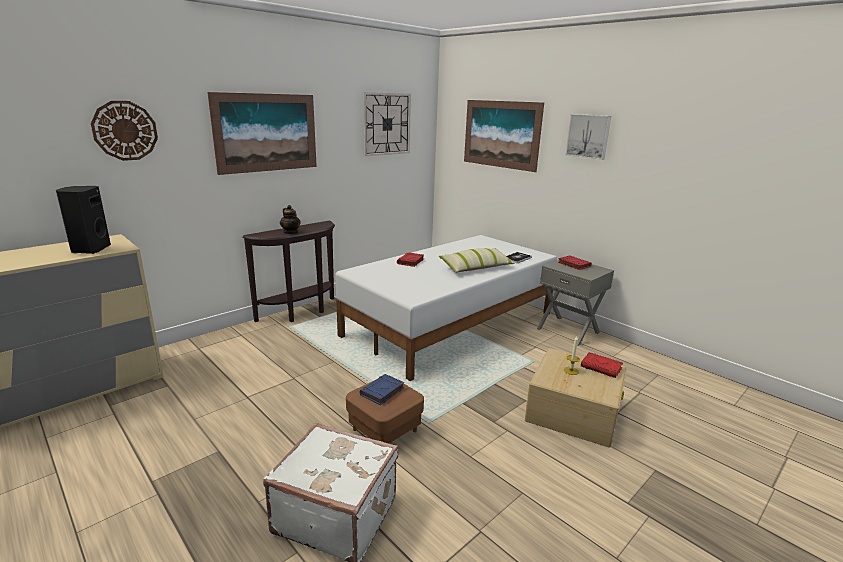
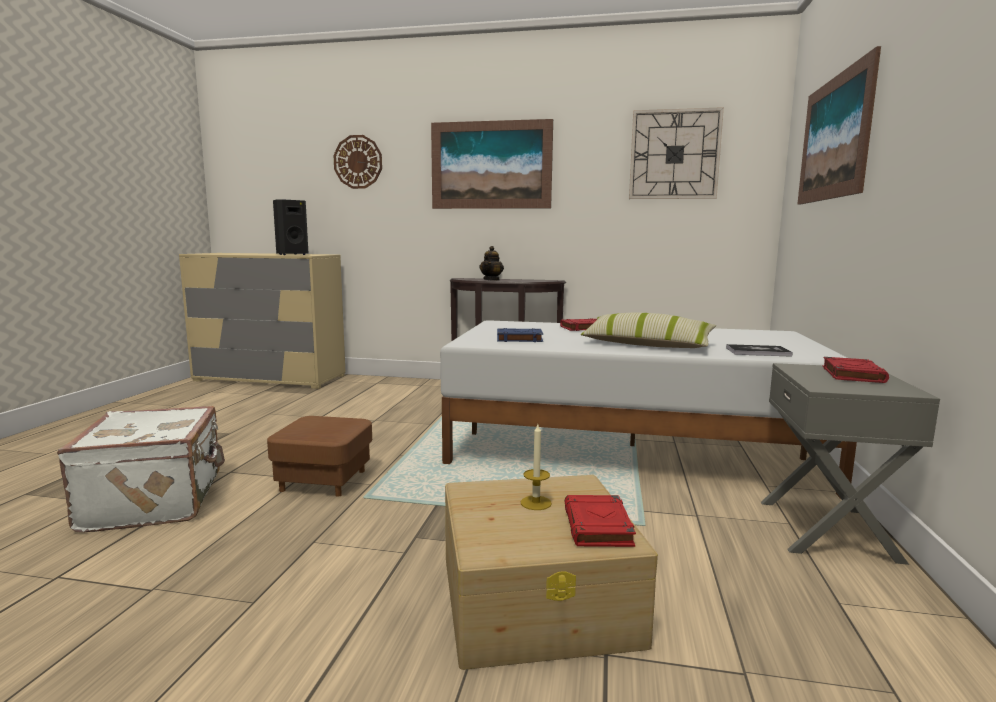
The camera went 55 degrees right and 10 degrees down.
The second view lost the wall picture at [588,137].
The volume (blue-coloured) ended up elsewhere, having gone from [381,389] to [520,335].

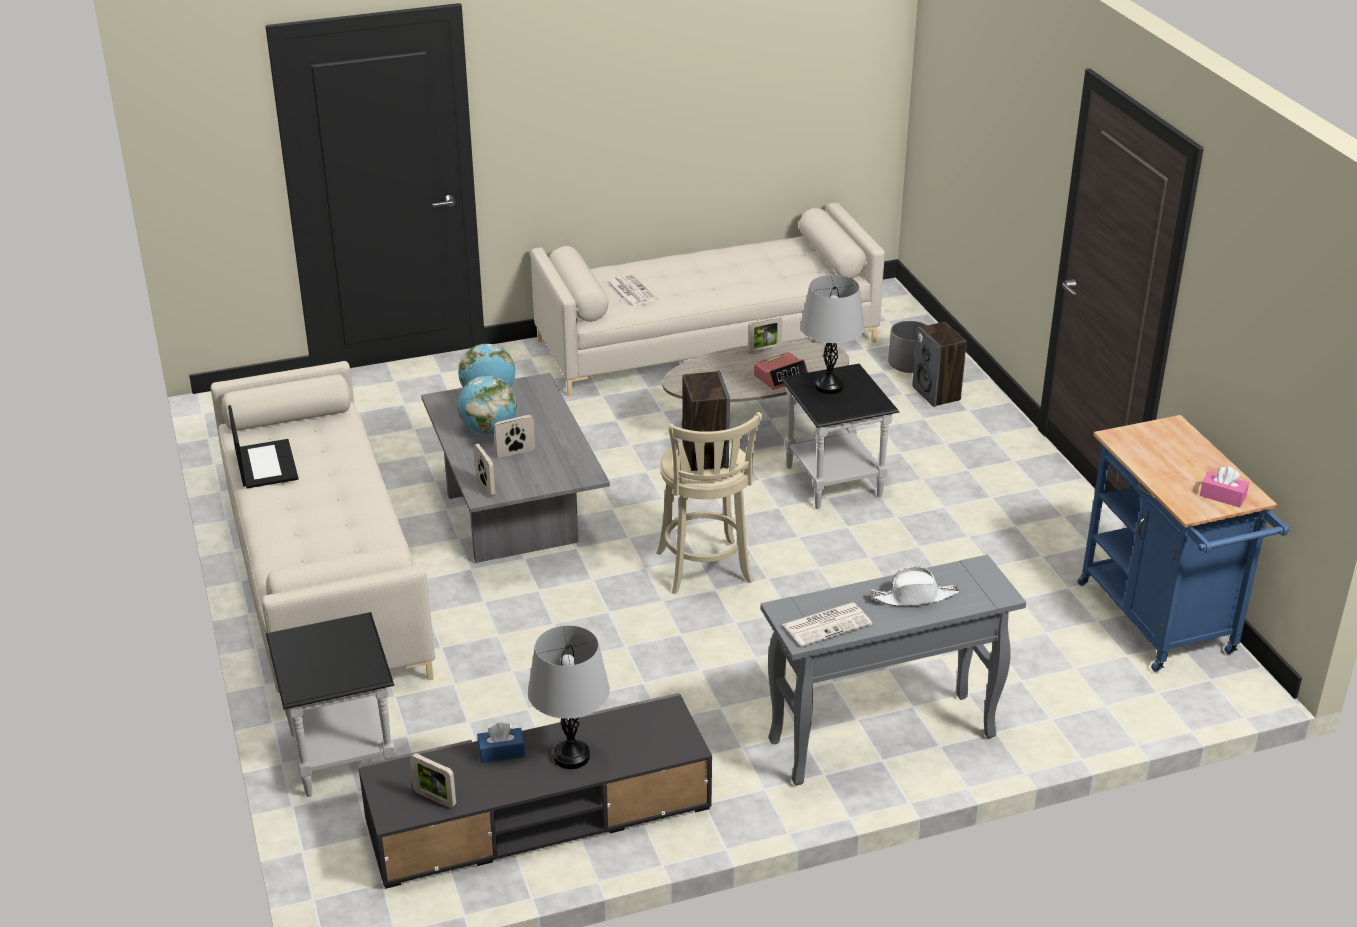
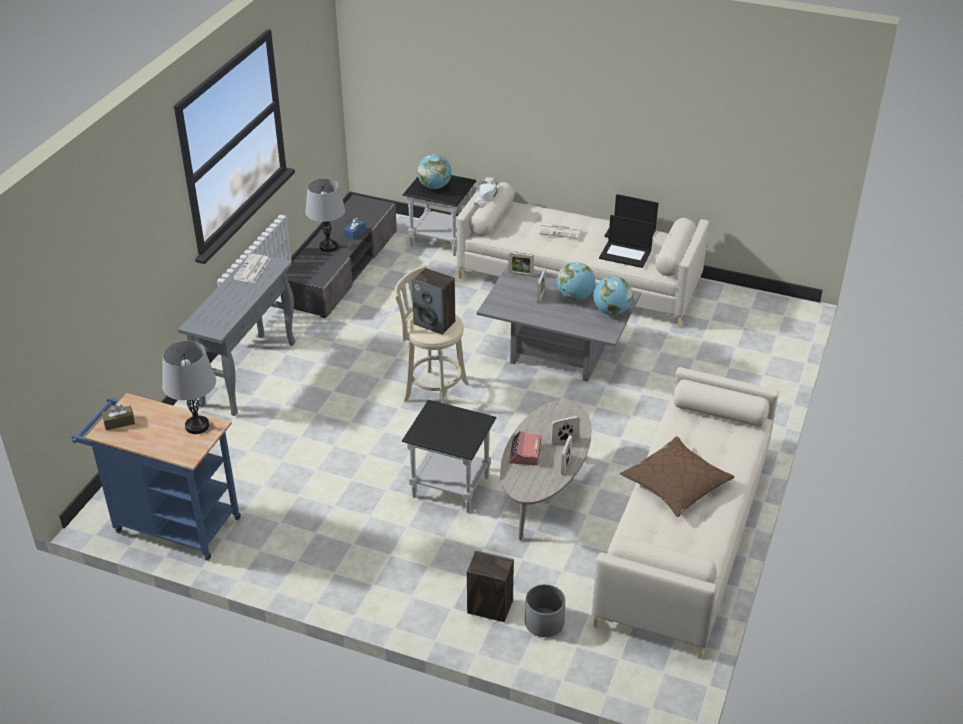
The camera went 130 degrees right and 5 degrees up.
The daily paper ended up elsewhere, having gone from [631,290] to [559,231].
The lamp for a table (gray) ended up elsewhere, having gone from [832,334] to [189,387].
What was the tissue box (pinkish) at [1224,486] turned into the tissue box (brown) at [118,417].
The wearable hat (white) ended up elsewhere, having gone from [915,586] to [486,193].
The picture frame ended up elsewhere, having gone from [433,780] to [565,430].
The second view gained the desk globe at [434,171].
The second view gained the portable computer at [626,241].
The second view gained the pillow (brown) at [677,476].

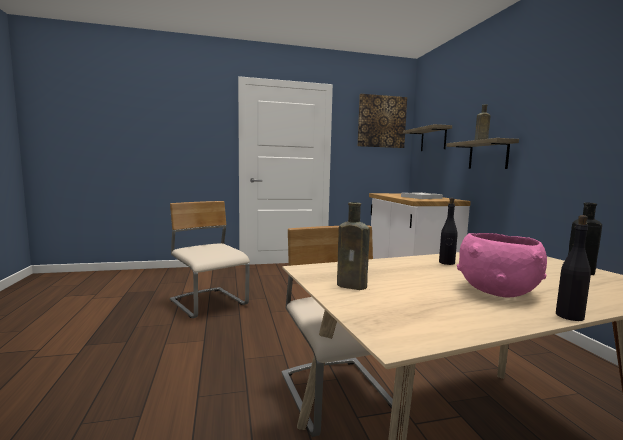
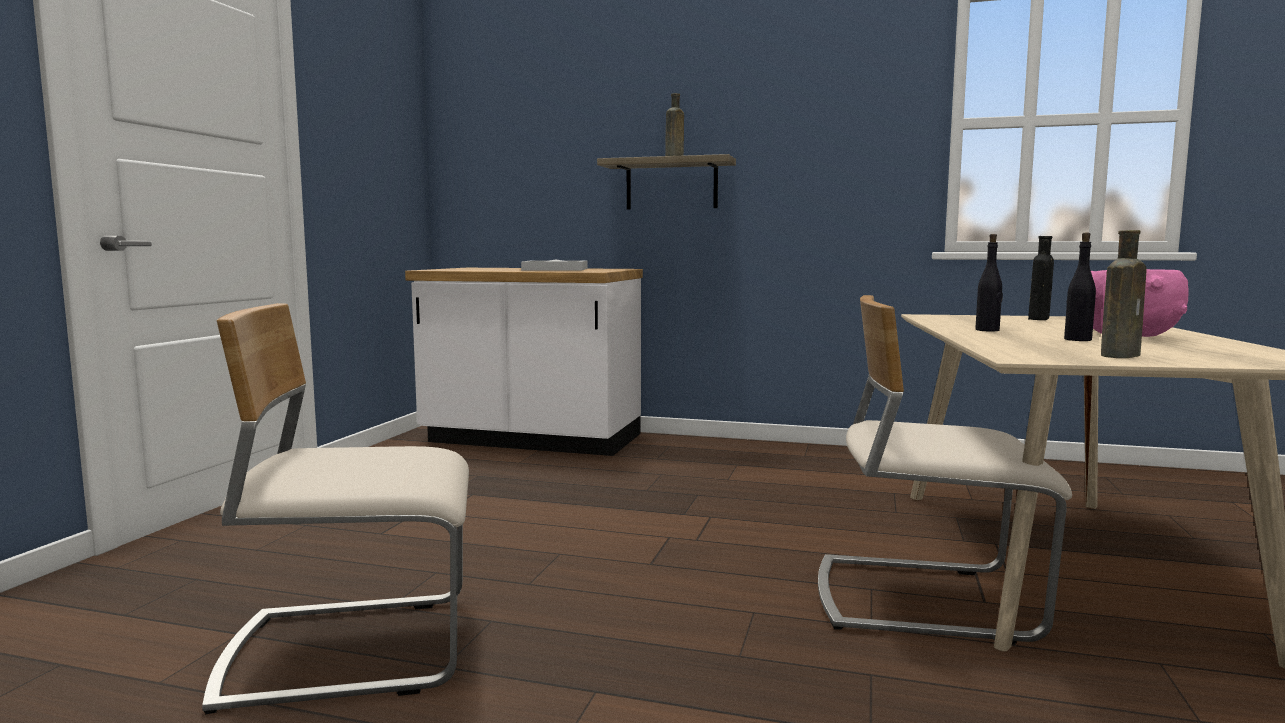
The camera went 60 degrees left and 0 degrees up.
The second view lost the wall picture at [382,121].
The second view lost the wall shelf at [427,137].
The beverage bottle (blackish) ended up elsewhere, having gone from [573,268] to [1080,287].

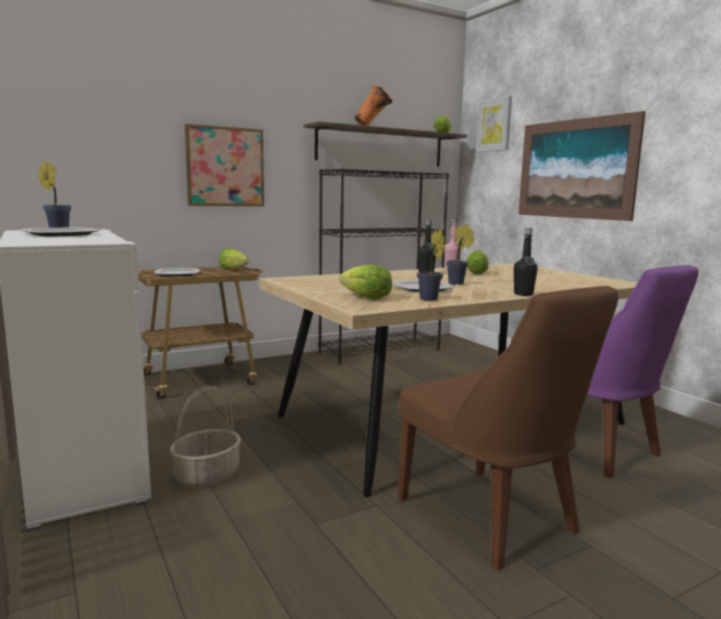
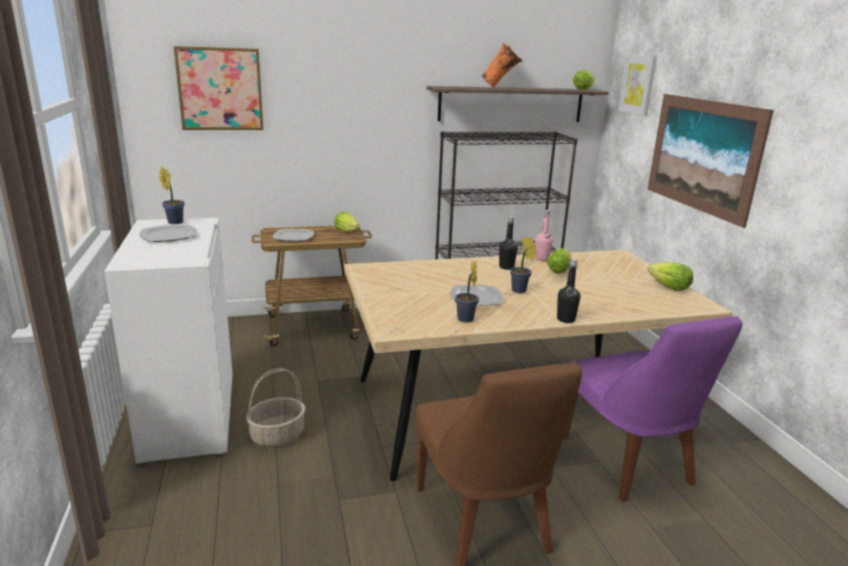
The camera went 15 degrees right and 10 degrees up.
The wall picture ended up elsewhere, having gone from [224,165] to [218,88].
The lettuce head ended up elsewhere, having gone from [365,282] to [670,276].

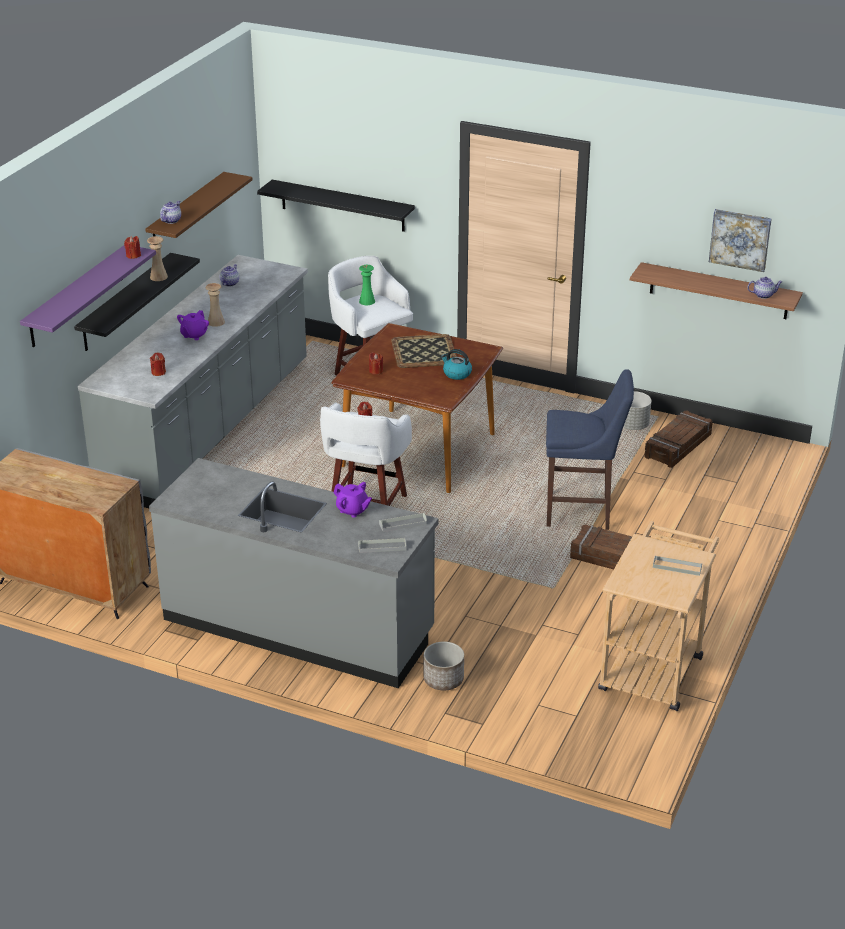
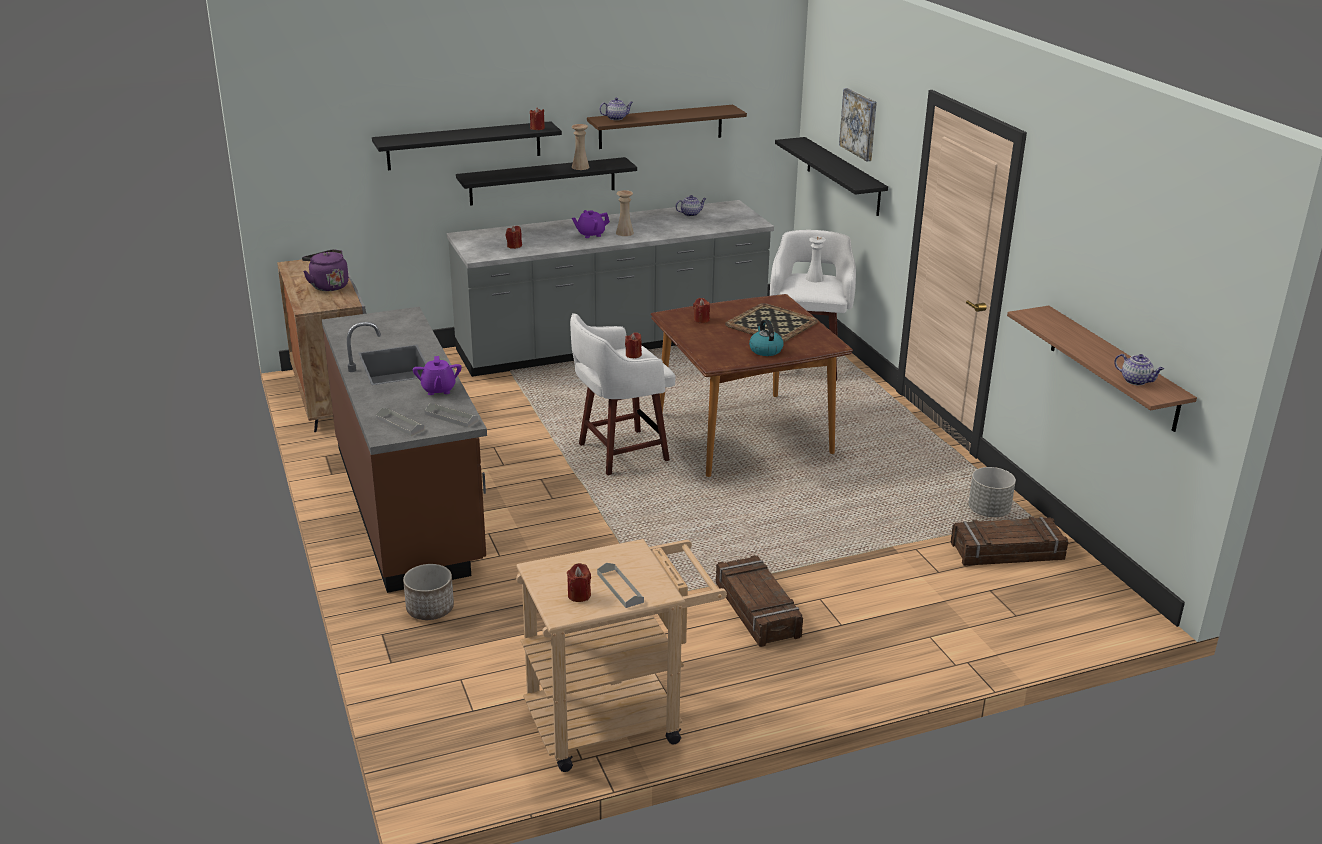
The camera went 45 degrees right and 5 degrees down.
The wall picture ended up elsewhere, having gone from [740,240] to [858,124].
What was the wall shelf (purple) at [88,296] turned into the wall shelf (blackish) at [467,145].
What was the decorative vase (green-coloured) at [367,285] turned into the decorative vase (white) at [816,259].
The second view lost the sitting stool (blue-coloured) at [590,449].
What was the kitchen base unit (gray) at [294,573] turned into the kitchen base unit (brown) at [404,450].
The second view gained the tea kettle (purple) at [325,270].
The second view gained the candle (reddish) at [579,582].

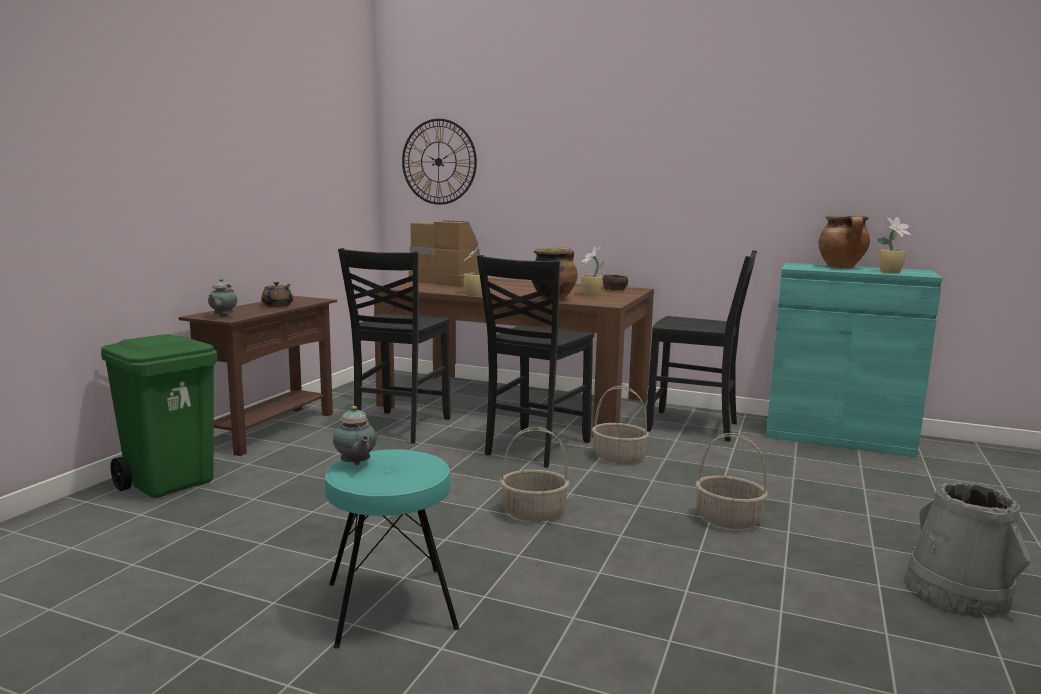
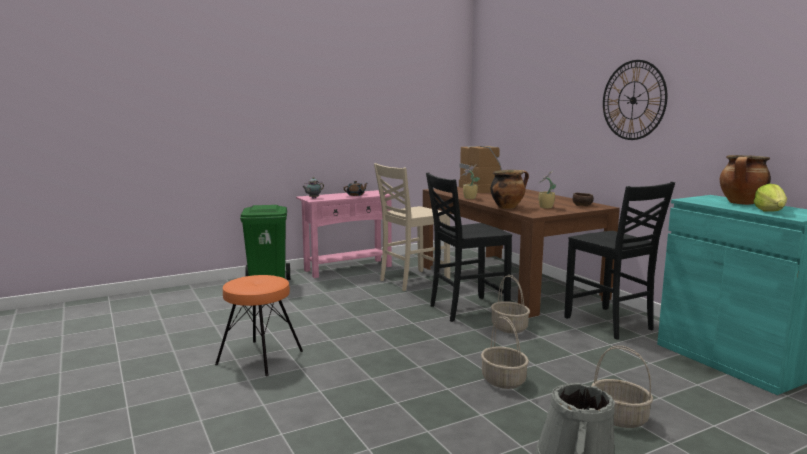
The camera went 40 degrees right and 0 degrees up.
The wall clock ended up elsewhere, having gone from [439,162] to [635,100].
Where the plant in a pot stood at [894,245], the lettuce head came to stand at [770,197].
What was the upright chair (blackish) at [394,345] turned into the upright chair (sand-coloured) at [412,227].
What was the hall table (brown) at [258,376] turned into the hall table (pinkish) at [345,234].
The second view lost the tea pot at [355,435].
The storage basket ended up elsewhere, having gone from [534,474] to [622,387].
What was the sitting stool (turquoise-coloured) at [392,549] turned into the sitting stool (orangey) at [259,325].

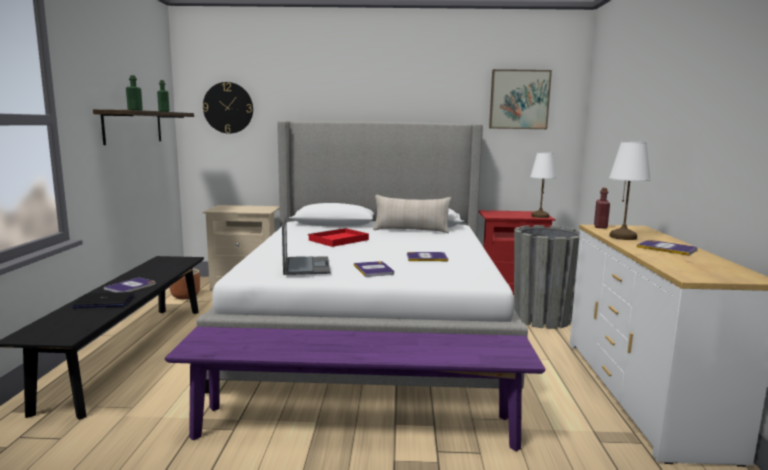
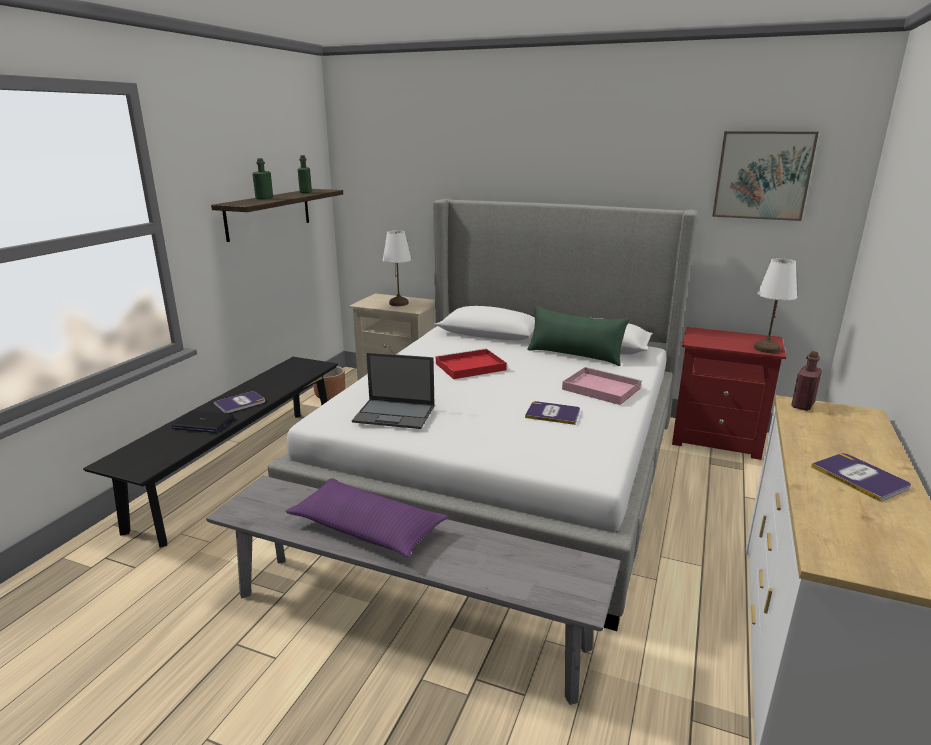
The camera went 20 degrees right and 10 degrees up.
The second view lost the wall clock at [228,108].
The lamp for a table (white) ended up elsewhere, having gone from [630,190] to [397,268].
What was the pillow (sand-coloured) at [412,214] turned into the pillow (green-coloured) at [578,336].
The portable computer at [306,245] ended up facing another way, 90 degrees clockwise from before.
The second view lost the planter (gray) at [547,277].
The second view lost the volume at [374,269].
What was the long seat (purple) at [355,389] turned into the long seat (gray) at [413,590].
The second view gained the serving tray (pinkish) at [602,386].
The second view gained the pillow (purple) at [366,517].

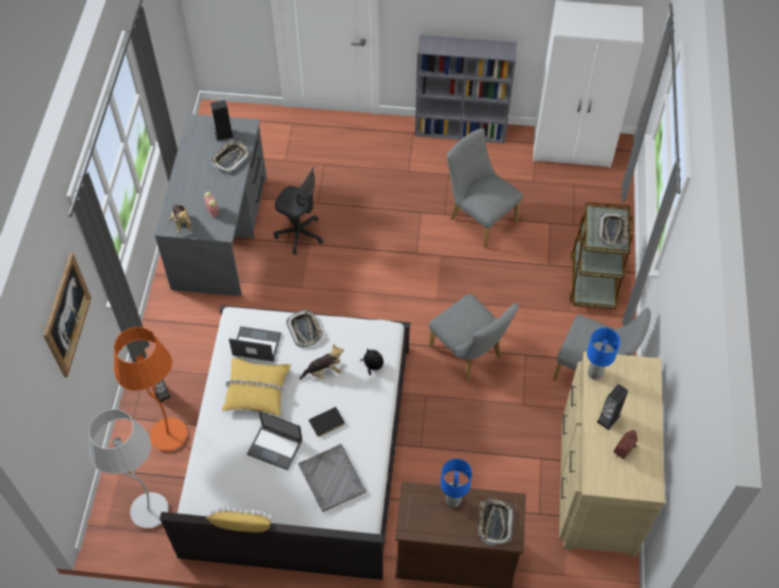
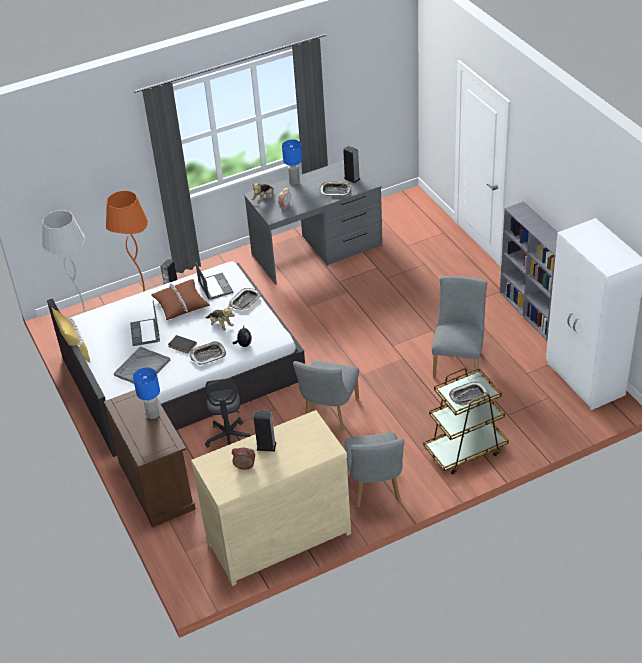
The camera went 60 degrees right and 15 degrees down.
The computer chair (gray) ended up elsewhere, having gone from [298,210] to [228,413].
The second view lost the wall picture at [67,315].
The lamp for a table (blue-coloured) ended up elsewhere, having gone from [603,354] to [292,162].
What was the pillow (yellow-coloured) at [256,387] turned into the pillow (brown) at [180,299].
The serving tray ended up elsewhere, having gone from [495,522] to [208,353].

